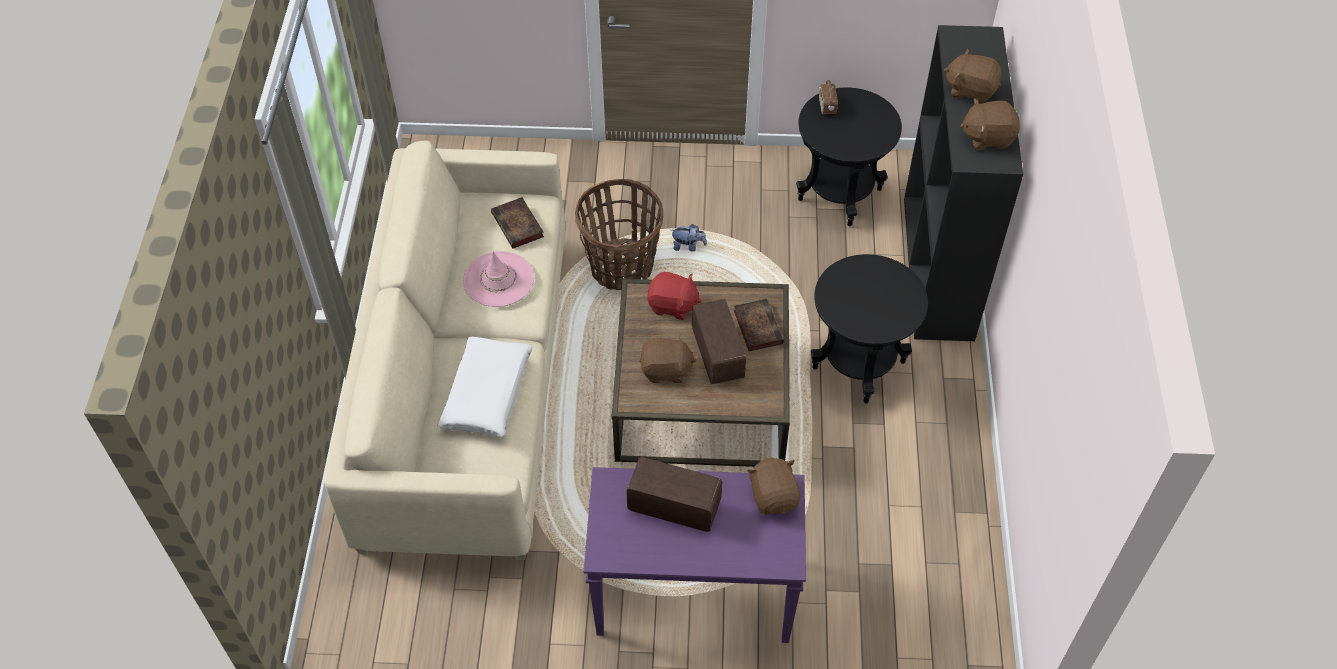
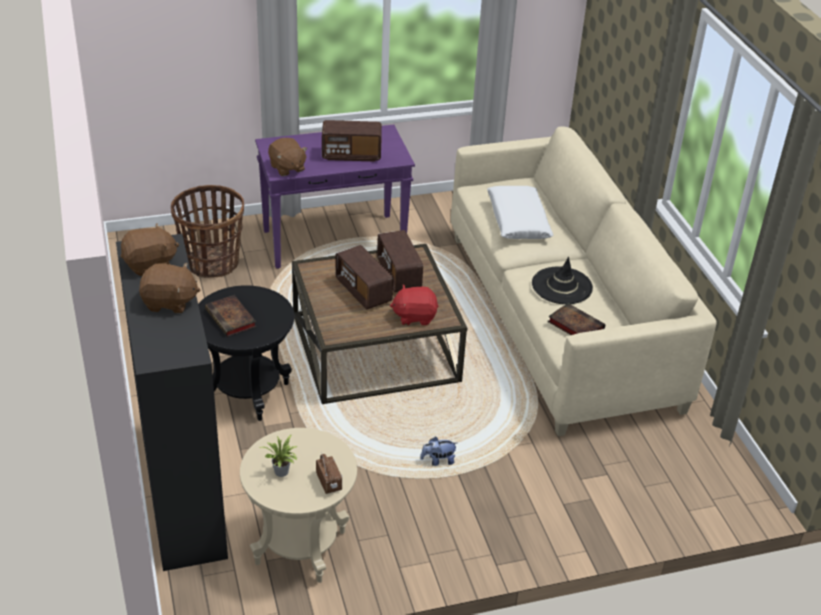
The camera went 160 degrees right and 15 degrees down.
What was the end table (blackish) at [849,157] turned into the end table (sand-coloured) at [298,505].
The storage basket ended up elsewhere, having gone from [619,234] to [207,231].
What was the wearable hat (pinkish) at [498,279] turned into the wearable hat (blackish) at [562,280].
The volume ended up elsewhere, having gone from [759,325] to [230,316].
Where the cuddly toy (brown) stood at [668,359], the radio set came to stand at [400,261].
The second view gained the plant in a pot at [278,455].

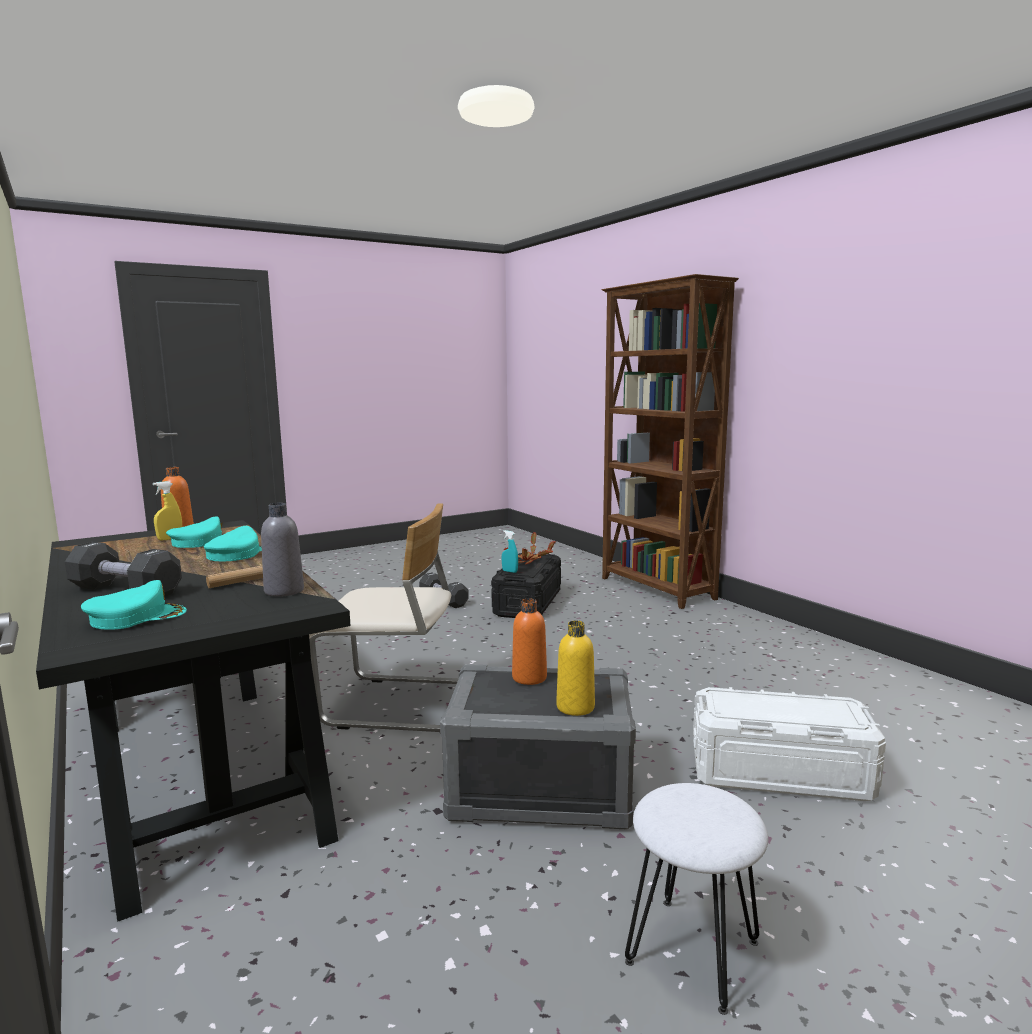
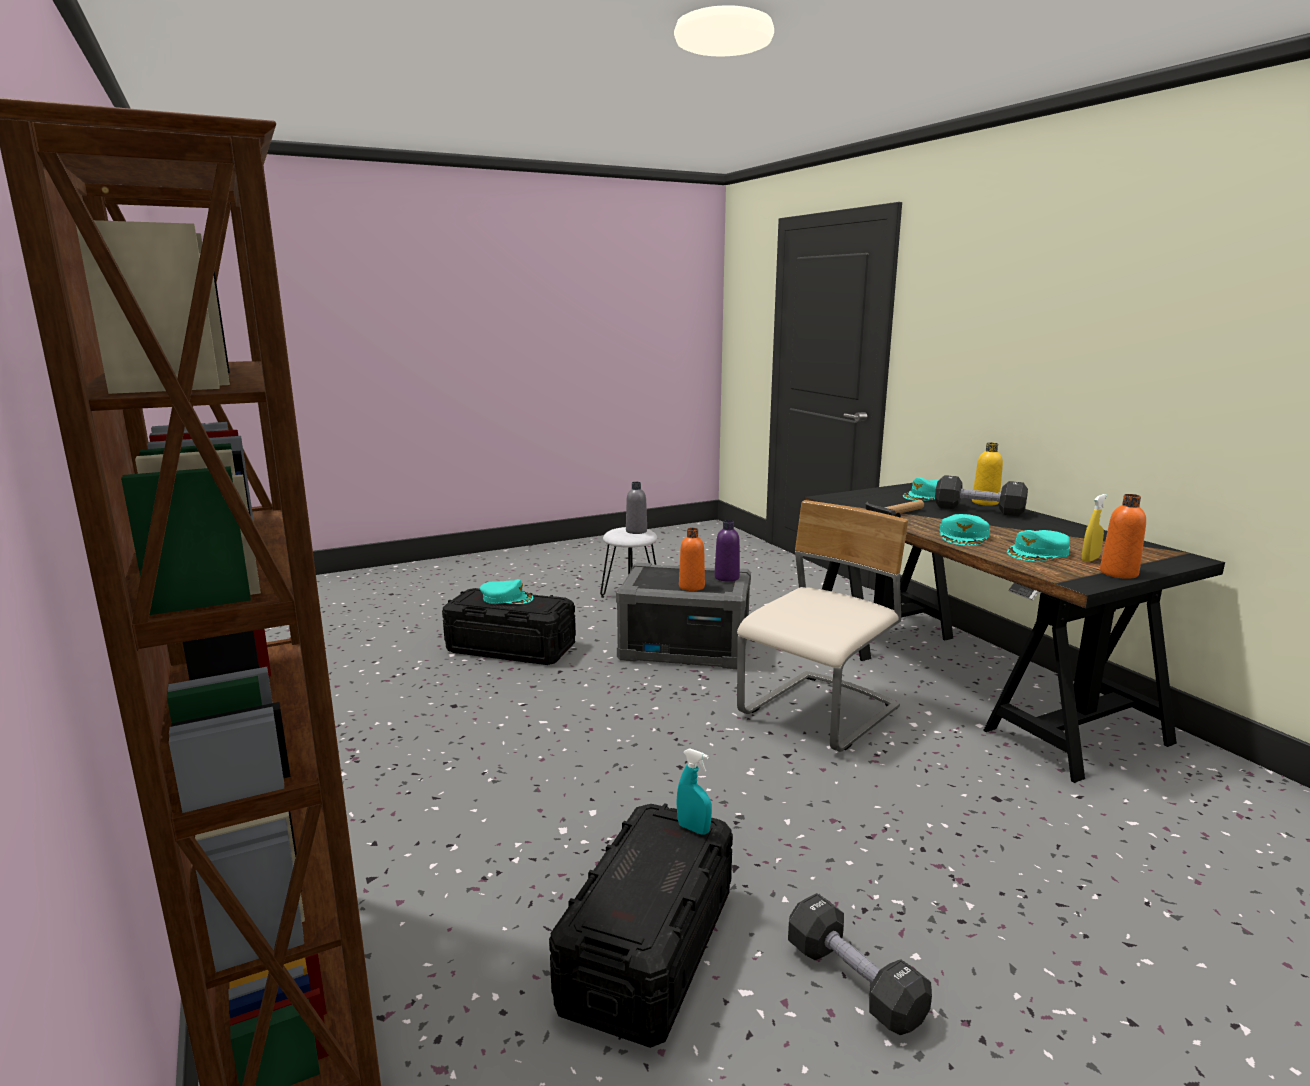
The camera went 175 degrees left and 5 degrees up.
The beverage bottle (gray) ended up elsewhere, having gone from [282,550] to [636,508].
The upright chair (sand-coloured) at [384,618] ended up facing another way, 120 degrees clockwise from before.
The second view lost the plant in a pot at [530,549].
The beverage bottle (yellow-coloured) ended up elsewhere, having gone from [575,668] to [987,474].
What was the storage container (white) at [789,744] turned into the storage container (blackish) at [509,626].
The second view gained the beverage bottle (purple) at [727,551].
The second view gained the baseball cap (turquoise-coloured) at [506,591].

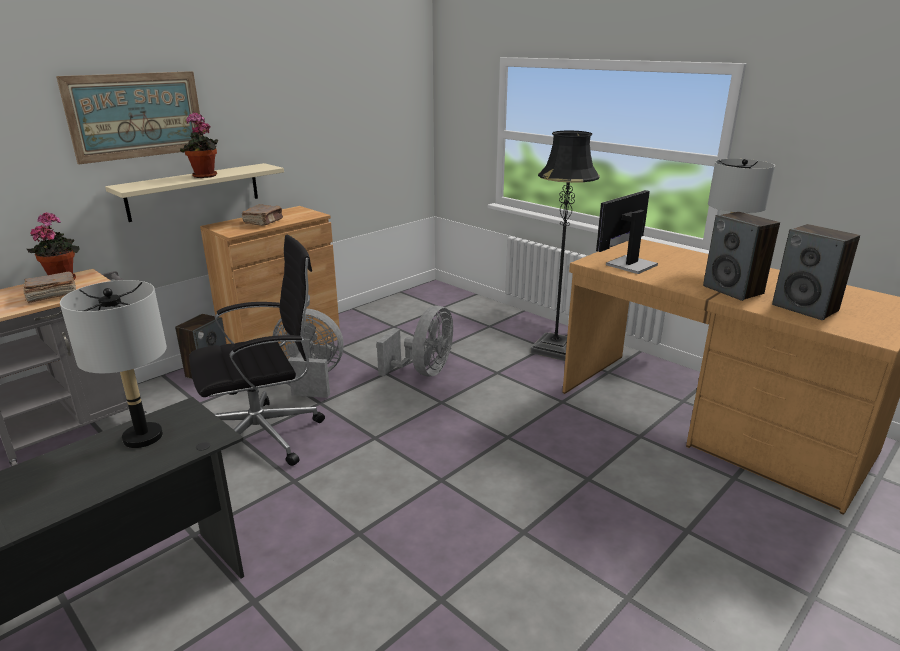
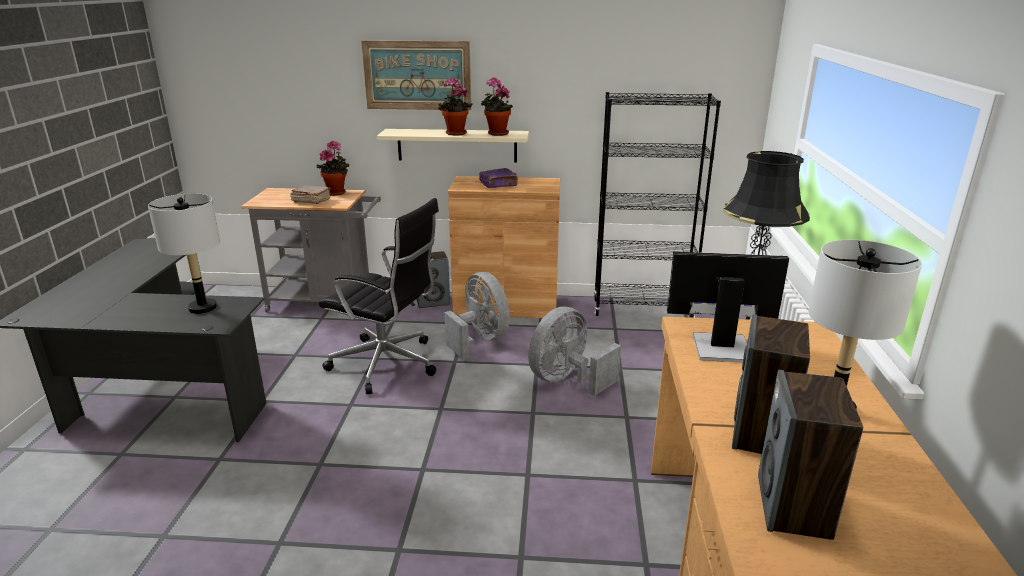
The camera went 50 degrees right and 0 degrees up.
What was the volume (brown) at [262,215] turned into the volume (purple) at [498,178].
The electric fan (gray) at [415,341] ended up facing another way, 150 degrees clockwise from before.
The second view gained the plant in a pot at [497,106].
The second view gained the bookcase (blackish) at [657,205].

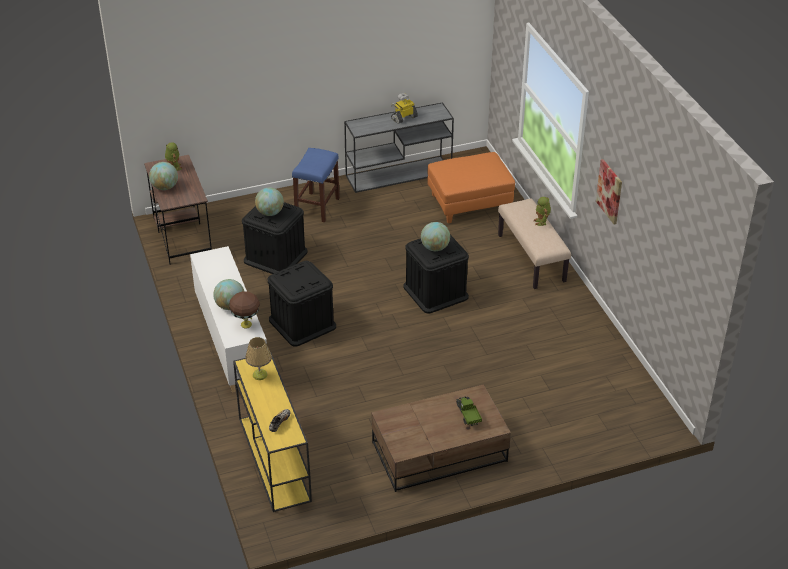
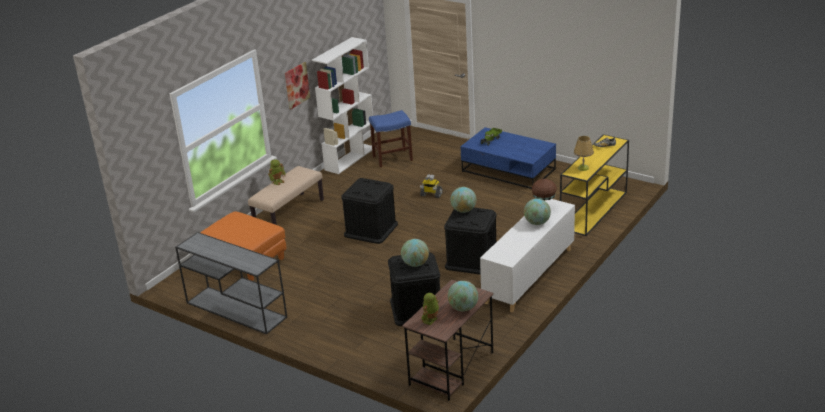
The camera went 125 degrees left and 10 degrees down.
The robot figure ended up elsewhere, having gone from [404,108] to [431,186].
The sitting stool (blue-coloured) ended up elsewhere, having gone from [316,185] to [391,138].
The desk globe ended up elsewhere, having gone from [435,236] to [463,200].
What was the low table (brown) at [441,438] turned into the low table (blue-coloured) at [508,158].
The second view gained the bookcase (white) at [342,105].

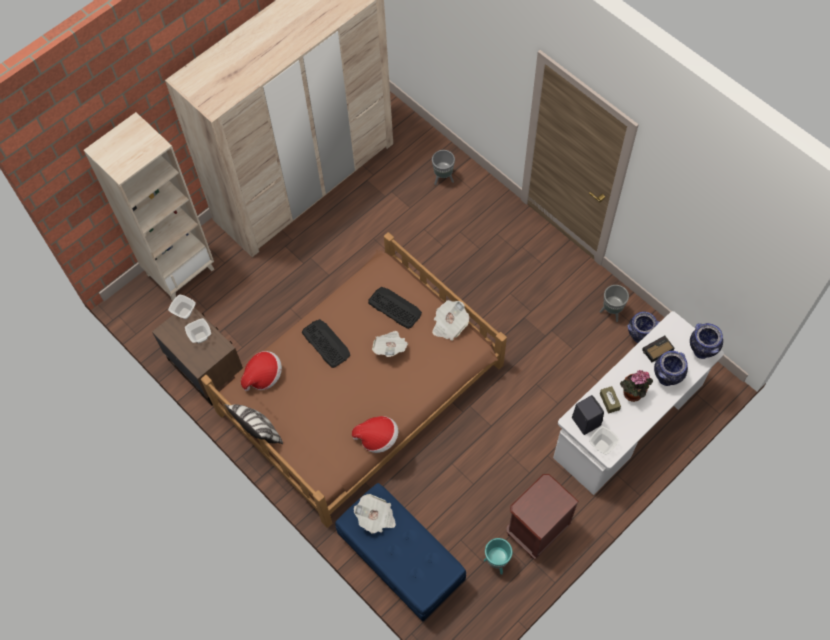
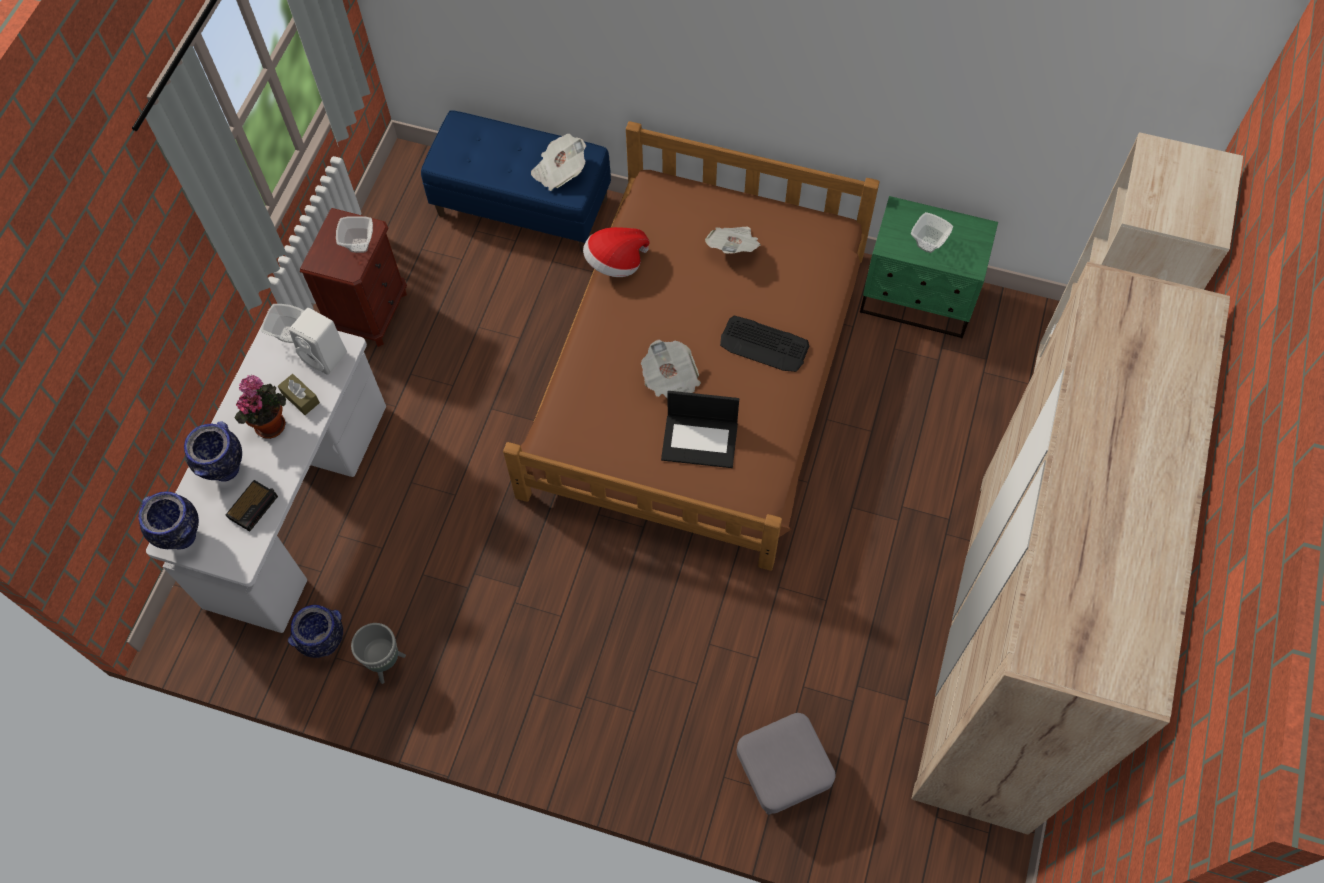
The camera went 150 degrees right and 0 degrees up.
Where the planter (gray) stood at [443,167], the ottoman (gray) came to stand at [786,764].
Where the computer keyboard stood at [395,308], the portable computer came to stand at [700,429].
The deep dish ended up elsewhere, having gone from [182,306] to [354,234].
The daily paper ended up elsewhere, having gone from [450,320] to [733,240].
What was the bedside table (brown) at [197,356] turned into the bedside table (green-coloured) at [929,267].
The second view lost the wearable hat at [261,371].
What was the audio speaker (blackish) at [588,415] turned into the audio speaker (white) at [318,341].
The second view lost the pillow at [254,424].
The second view lost the planter (turquoise-coloured) at [498,556].

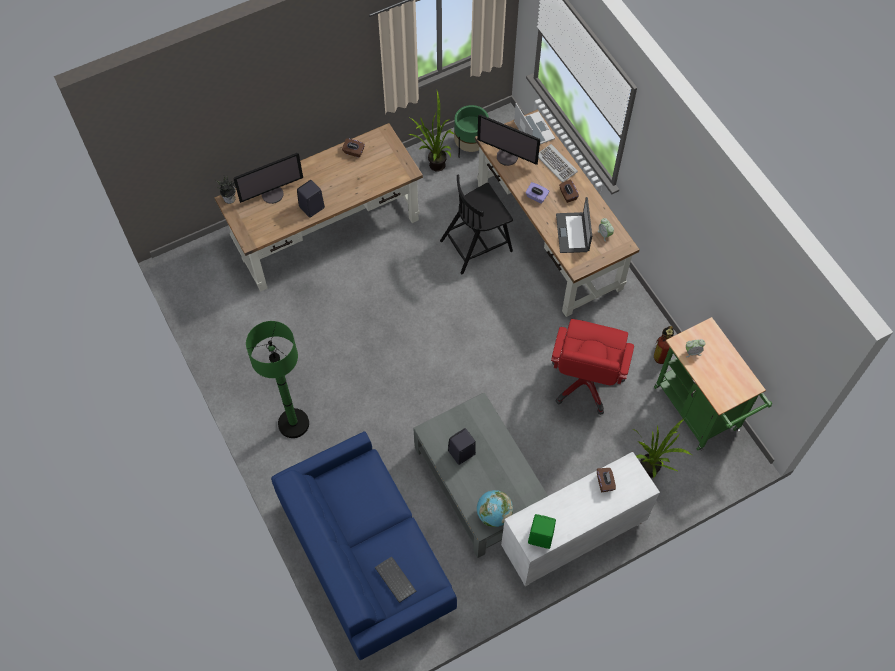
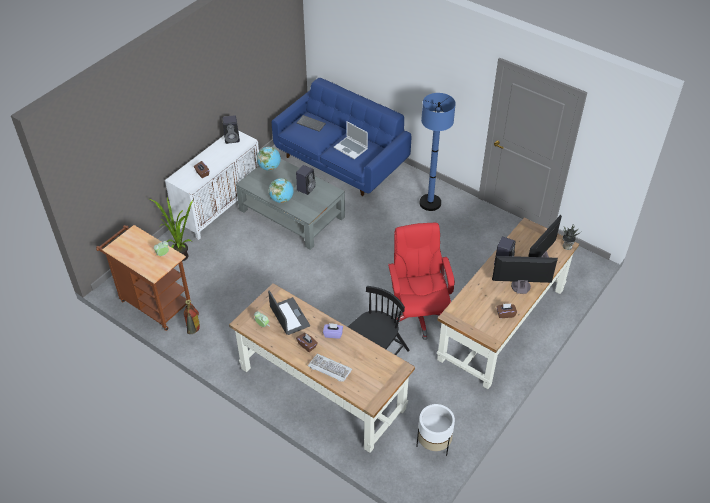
The camera went 155 degrees right and 15 degrees down.
The second view lost the plant in a pot at [431,131].
The portable computer ended up elsewhere, having gone from [534,123] to [351,140].
What was the planter (green-coloured) at [471,131] turned into the planter (white) at [435,430].
The monitor ended up elsewhere, having gone from [508,140] to [525,275].
What was the trolley (green-coloured) at [713,384] turned into the trolley (brown) at [144,278].
The computer chair (reddish) ended up elsewhere, having gone from [592,367] to [421,281].
What was the standard lamp (green-coloured) at [277,379] turned into the standard lamp (blue-coloured) at [437,152].
What was the audio speaker (green-coloured) at [542,531] turned into the audio speaker (blackish) at [231,129].
The second view gained the desk globe at [281,190].

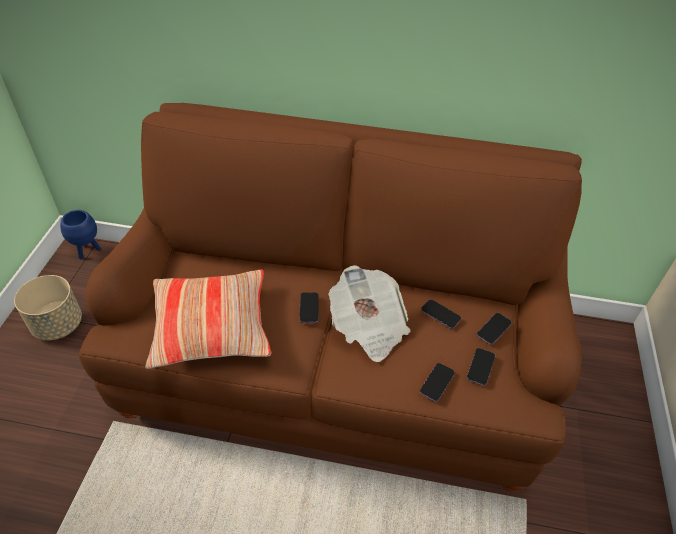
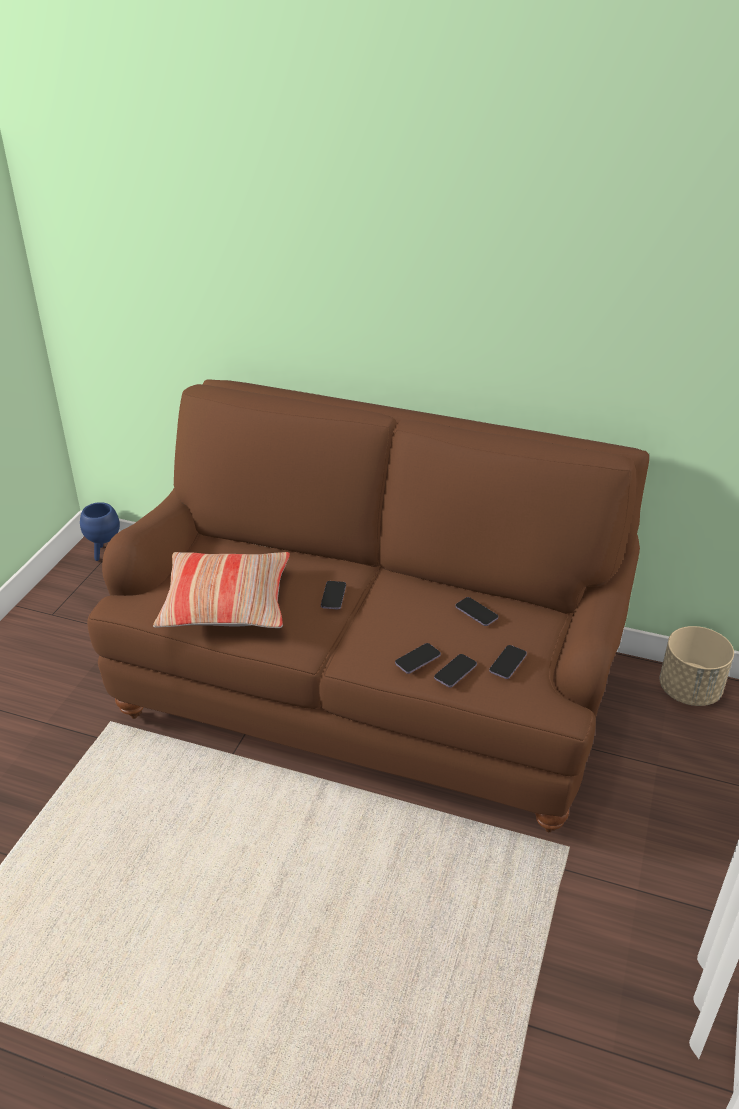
The camera went 10 degrees right and 10 degrees down.
The second view lost the daily paper at [369,313].
The planter (sand-coloured) ended up elsewhere, having gone from [48,308] to [696,666].
The telephone ended up elsewhere, having gone from [494,329] to [418,658].

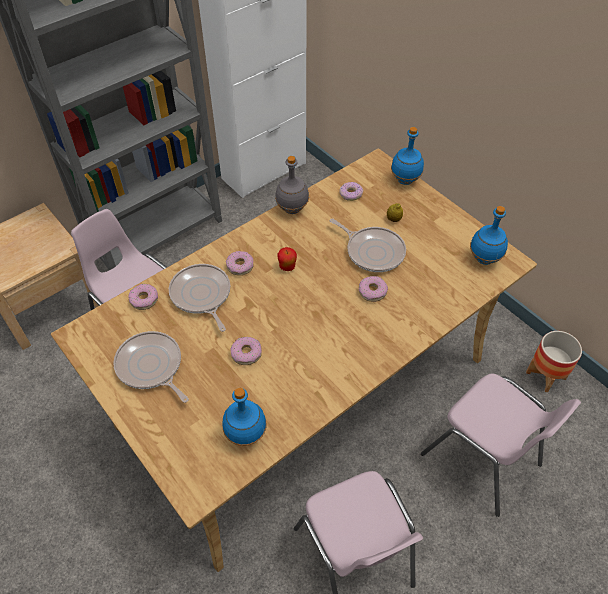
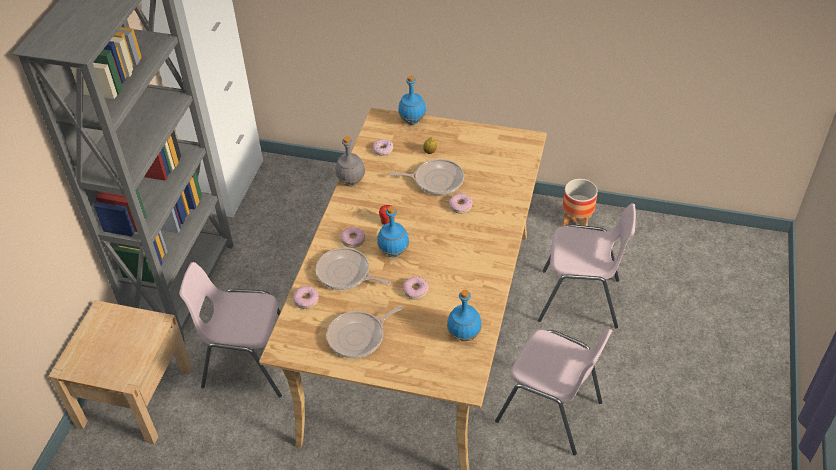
The camera went 35 degrees left and 5 degrees down.
The beverage bottle (blue-coloured) ended up elsewhere, having gone from [489,235] to [393,231].
The frying pan at [151,367] ended up facing another way, 45 degrees counterclockwise from before.

